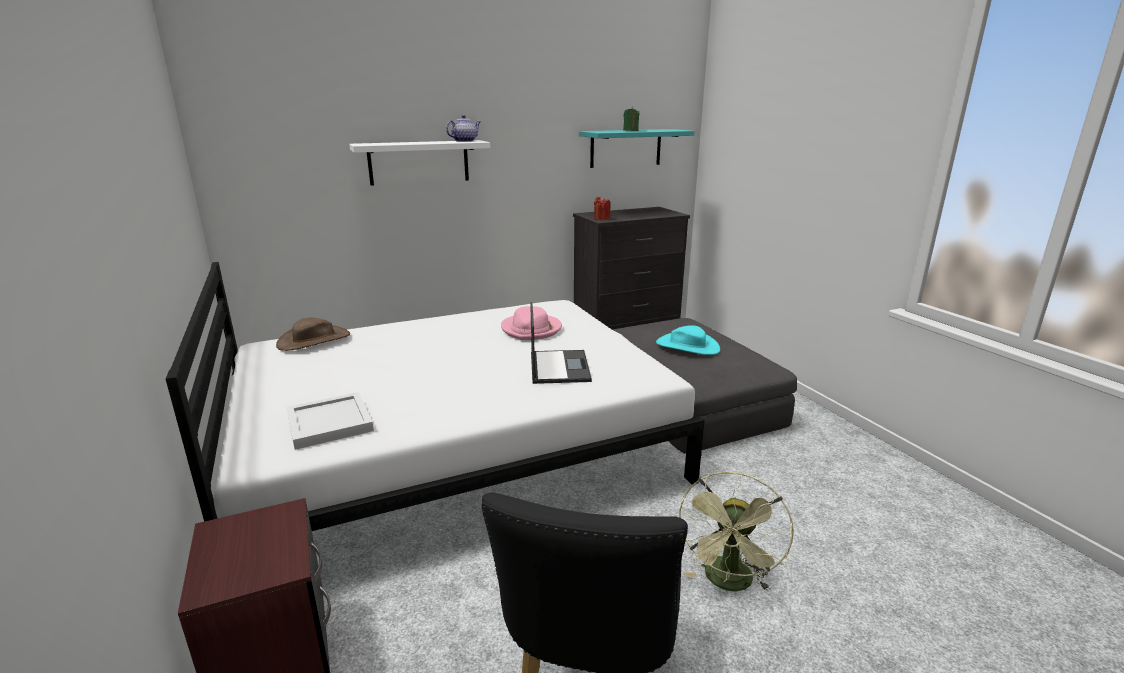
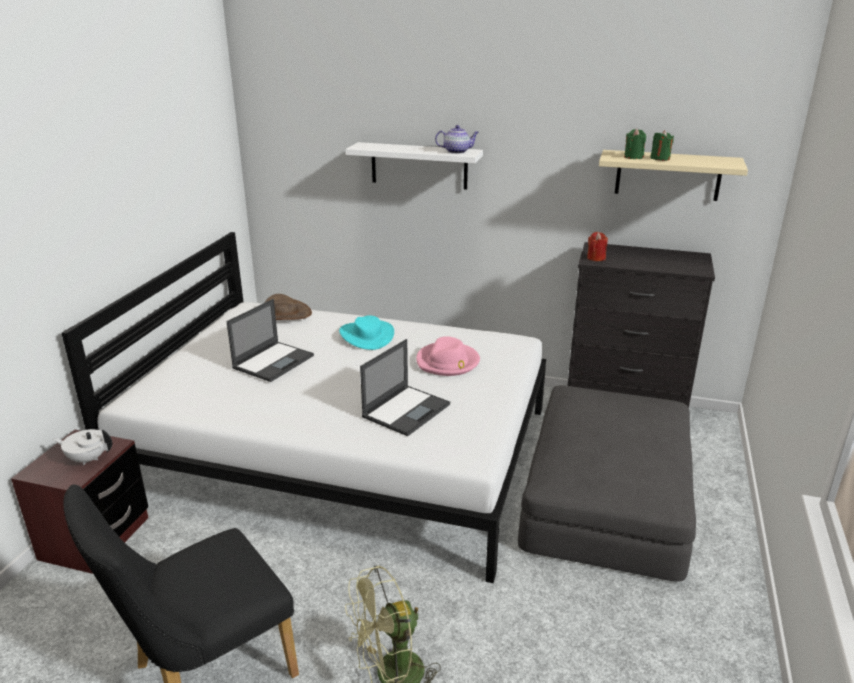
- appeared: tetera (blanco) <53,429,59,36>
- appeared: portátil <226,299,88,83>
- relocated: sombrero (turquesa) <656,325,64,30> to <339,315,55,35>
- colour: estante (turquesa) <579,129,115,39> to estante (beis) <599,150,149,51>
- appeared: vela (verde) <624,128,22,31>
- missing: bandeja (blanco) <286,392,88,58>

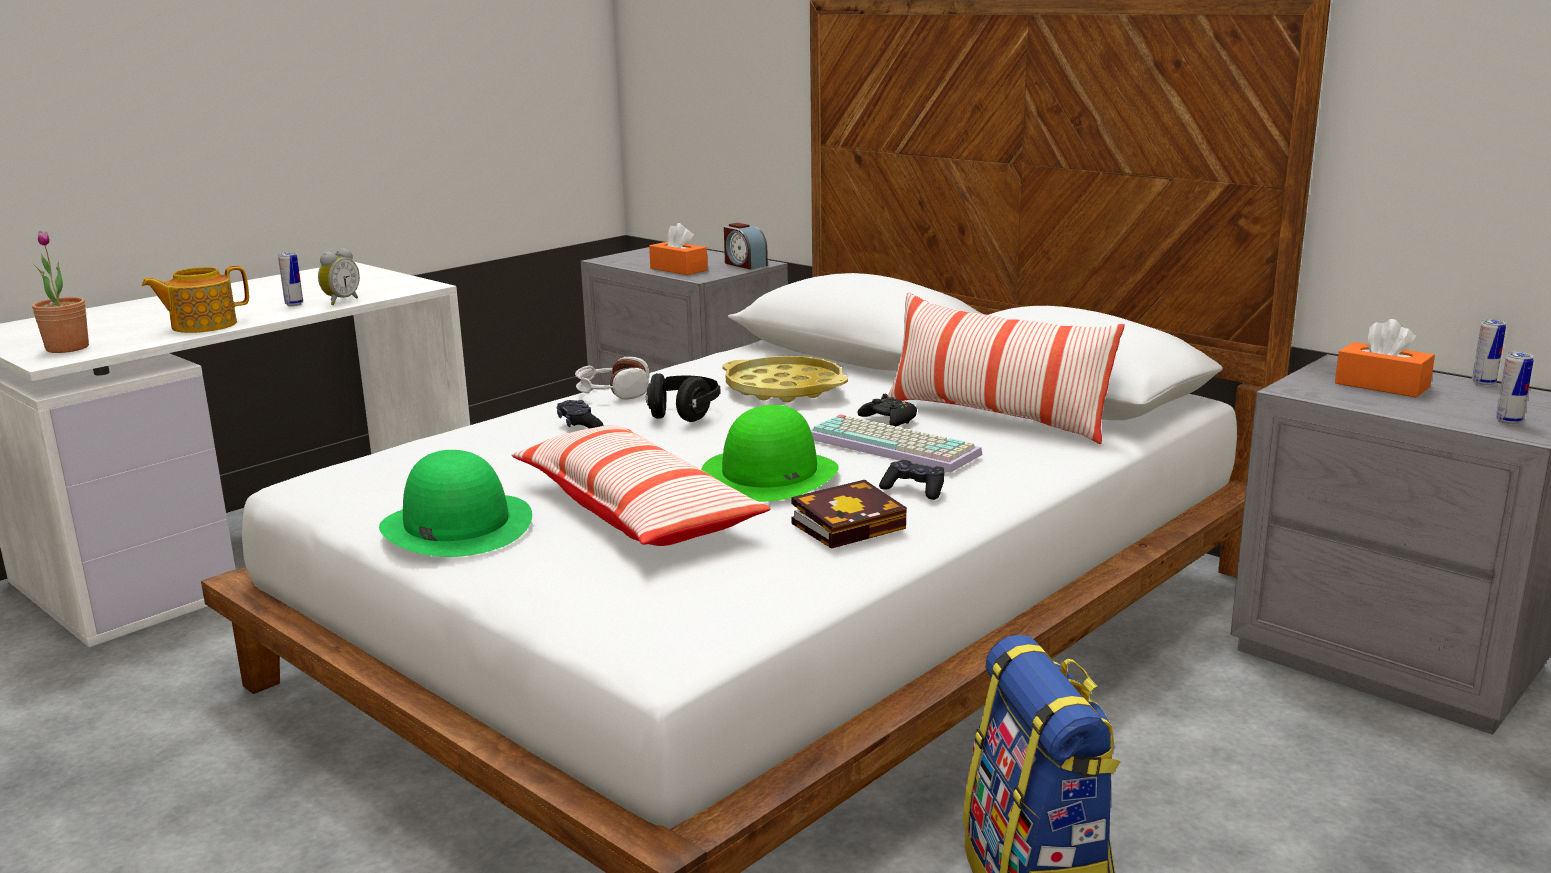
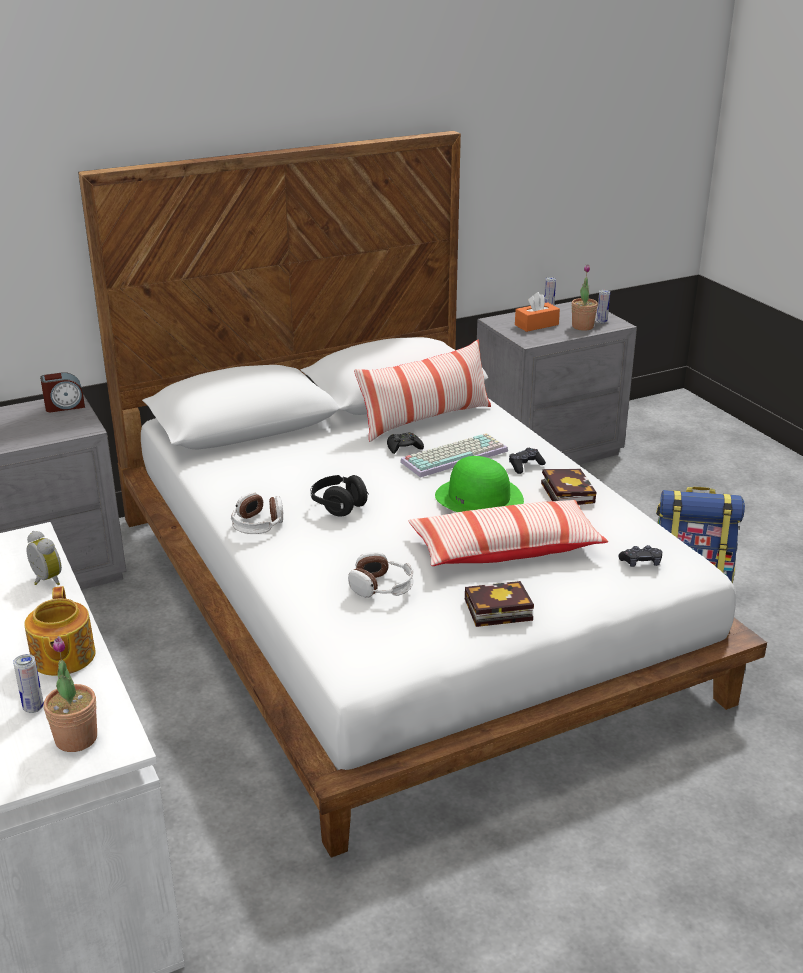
- relocated: lata <278,252,25,55> to <13,654,31,59>
- appeared: auriculares <348,552,66,46>
- exchanged: sombrero (verde) <379,450,153,107> to libro <465,581,69,46>
- appeared: planta en maceta <572,264,26,67>
- relocated: mando de consola (negro) <557,400,46,29> to <619,545,44,22>
- missing: caja de pañuelos (naranja) <649,223,59,52>
- missing: bandeja (amarillo) <722,356,126,47>

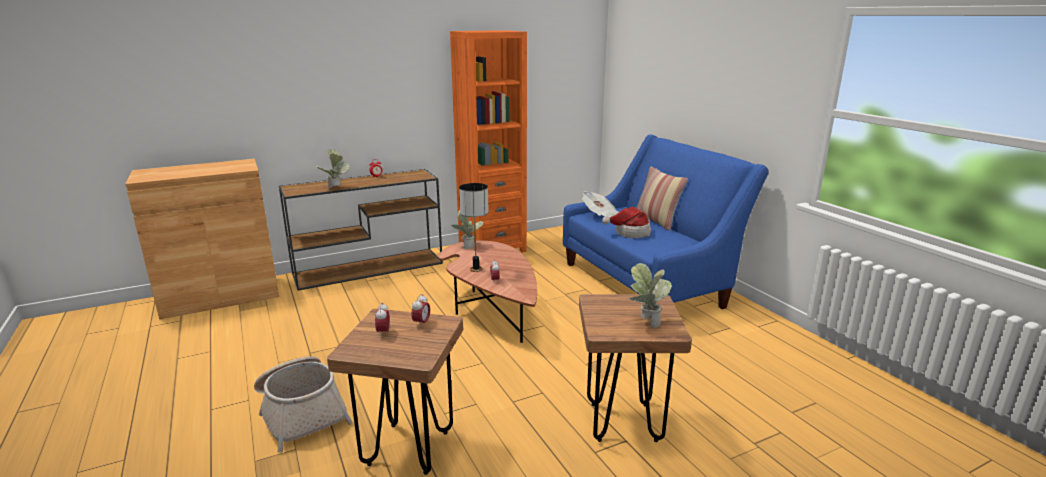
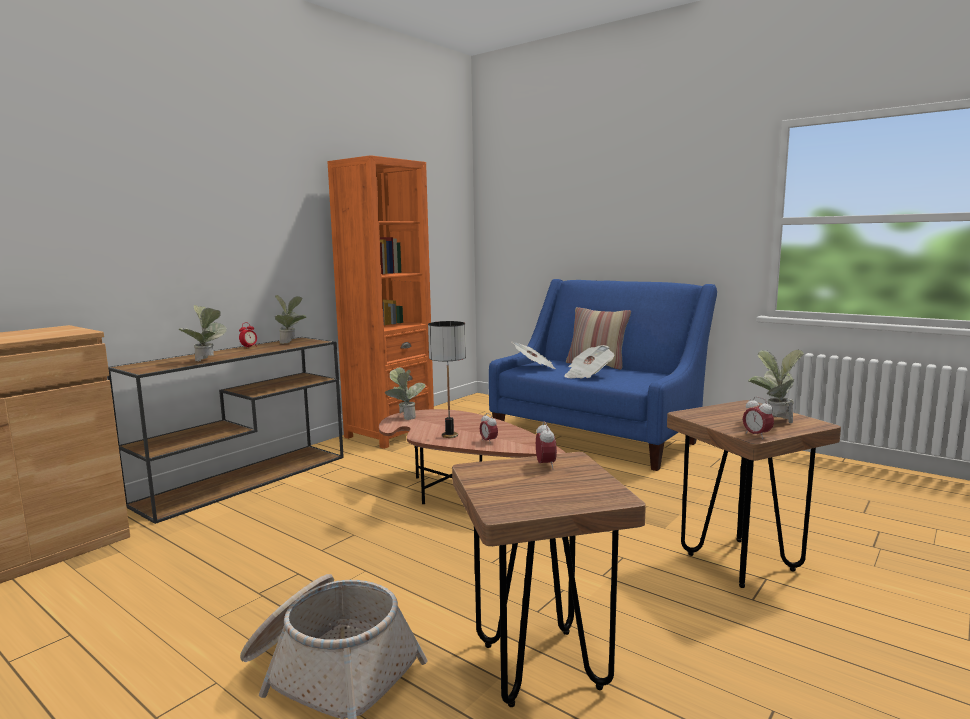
- appeared: planta en maceta <275,295,32,49>
- exchanged: sombrero <602,207,49,31> to periódico <564,345,50,33>
- relocated: despertador <375,303,15,32> to <743,397,31,42>

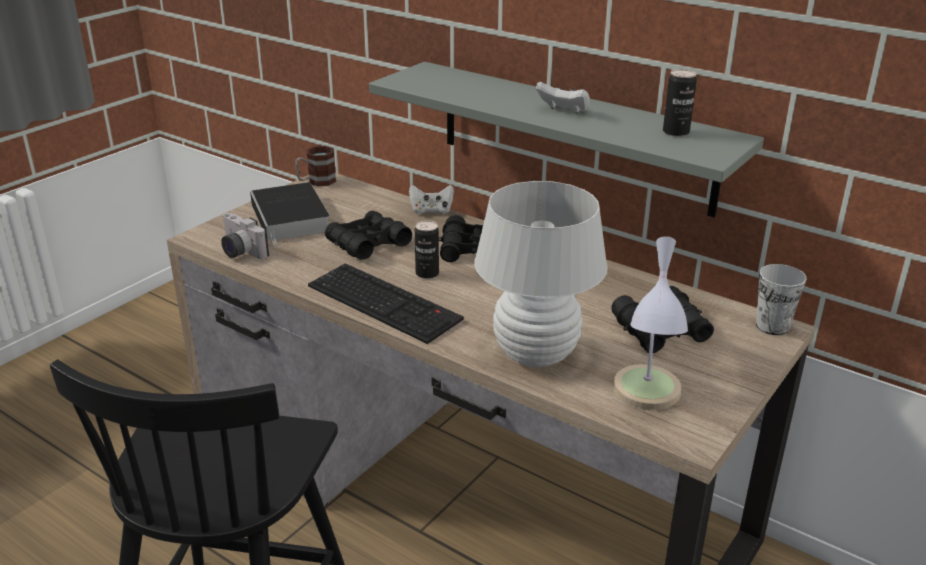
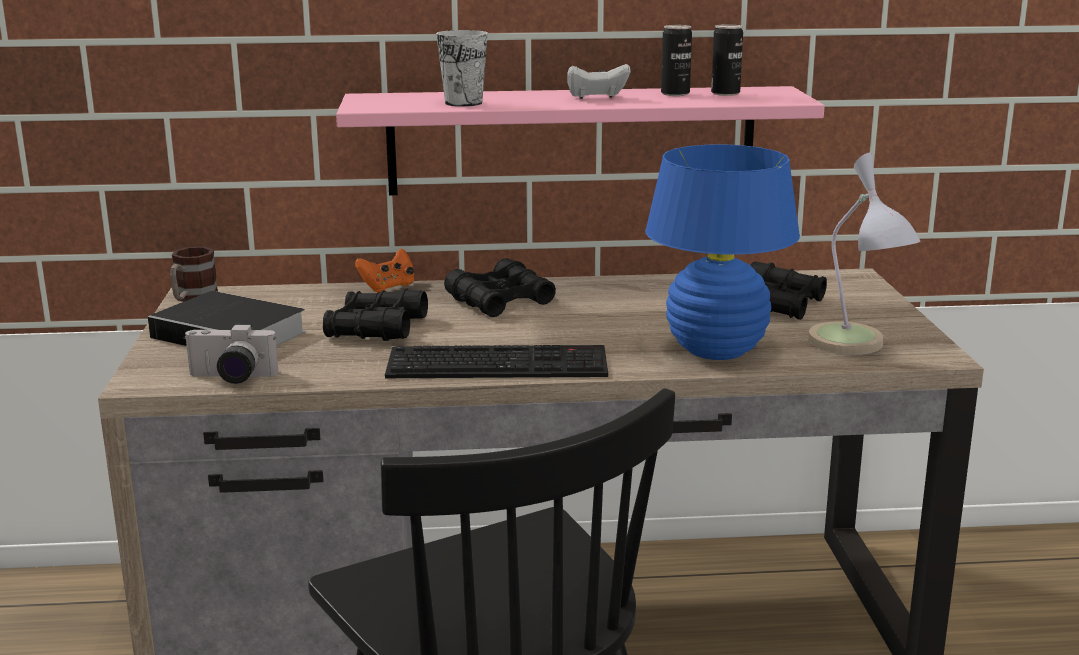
- colour: estante (gris) <369,62,395,156> to estante (rosa) <336,86,489,109>
- colour: mando de consola (blanco) <409,185,45,29> to mando de consola (naranja) <355,248,60,44>
- relocated: taza <756,264,51,71> to <436,30,52,77>
- colour: lámpara de mesa (blanco) <474,181,134,186> to lámpara de mesa (azul) <645,144,155,216>
- relocated: lata <415,220,24,59> to <661,25,31,71>

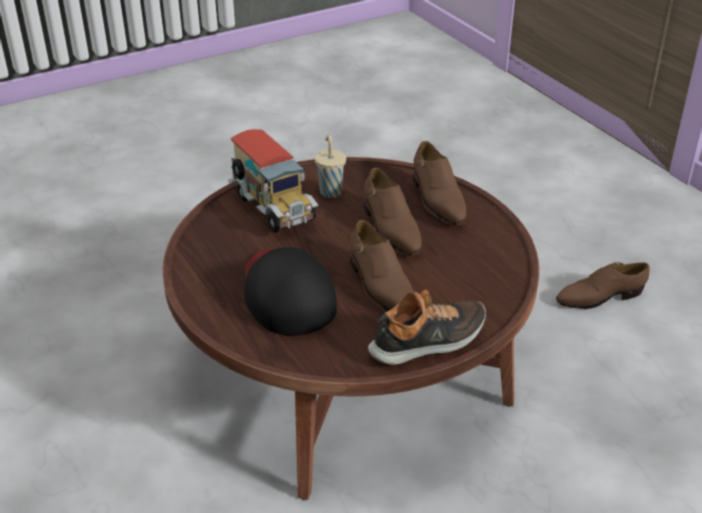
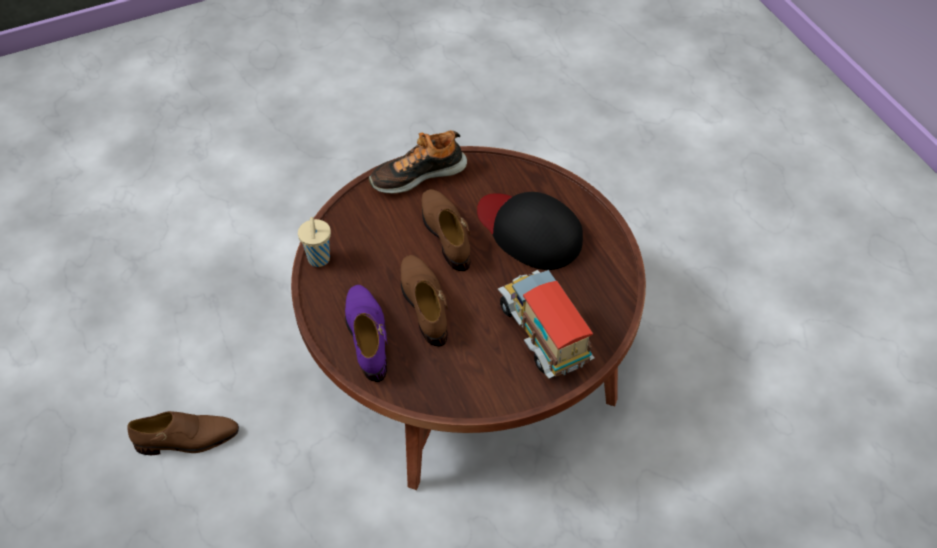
- relocated: taza (beis) <315,134,31,64> to <298,217,33,50>
- colour: zapato (marrón) <413,141,53,84> to zapato (morado) <345,285,43,97>
- spun: gorra (negro) <244,247,93,89> = <477,192,106,78> 150 degrees clockwise

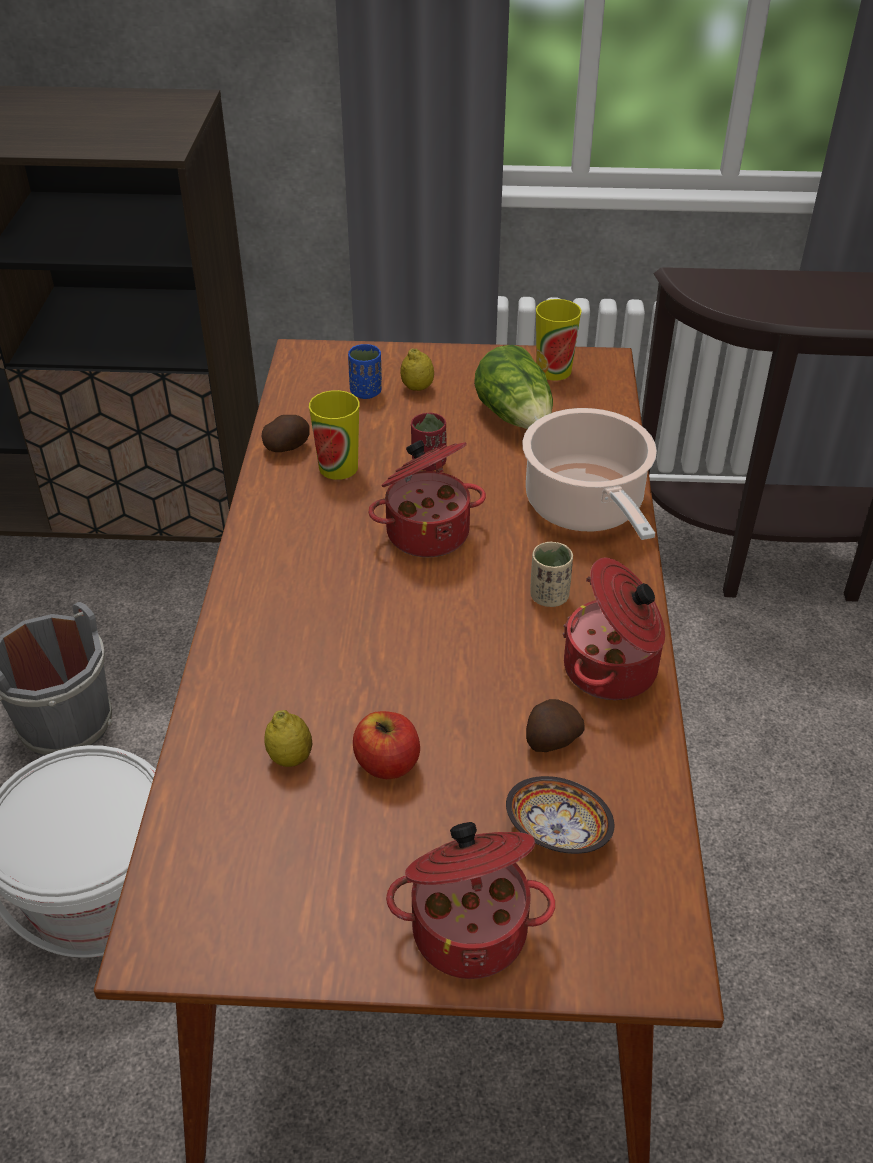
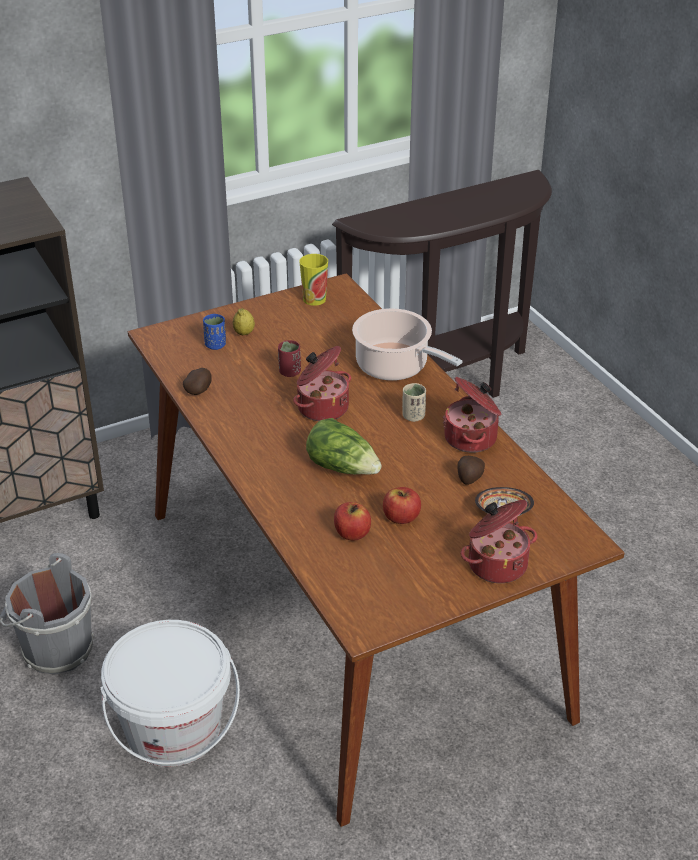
- relocated: lechuga <474,345,79,84> to <306,418,75,57>
- exchanged: limón <264,710,48,57> to manzana <334,502,37,38>
- missing: taza <309,390,51,90>

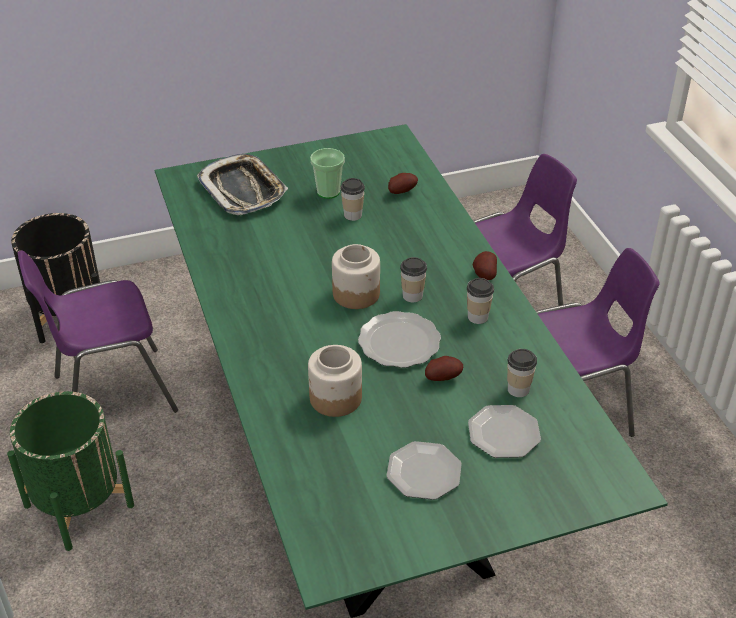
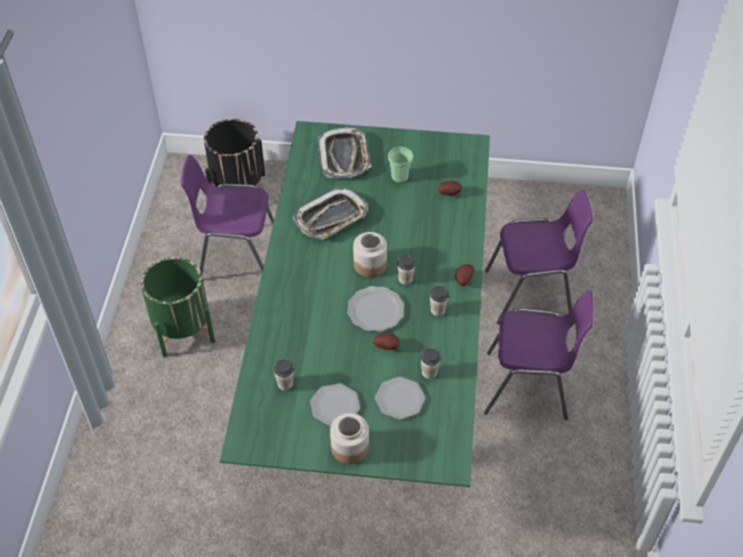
- relocated: taza <340,178,25,43> to <273,359,21,32>
- appeared: bandeja <293,187,75,52>
- relocated: tarro <308,345,54,72> to <330,413,39,51>

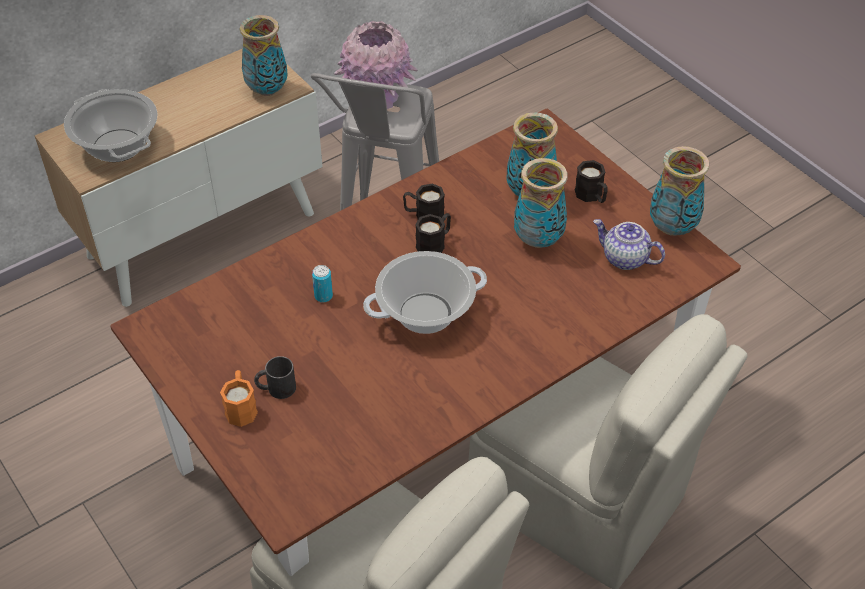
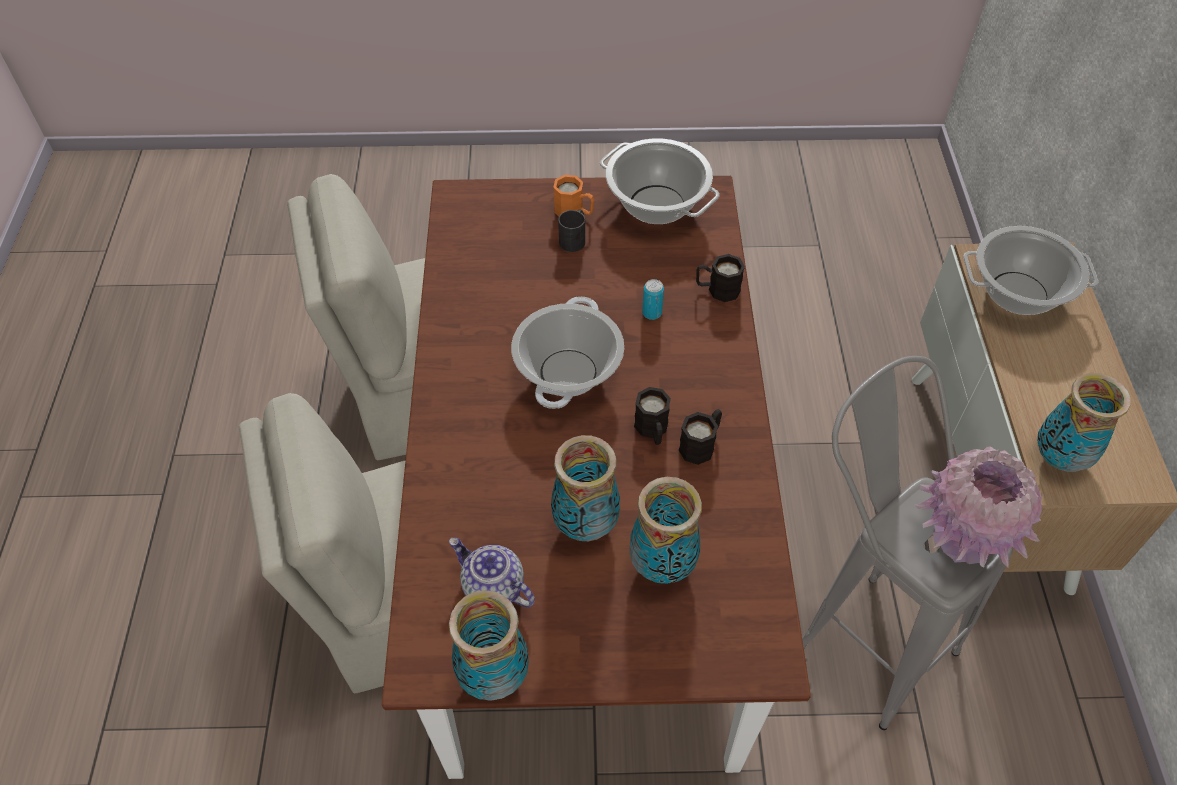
- spun: tetera <593,219,72,51> = <449,538,86,70> 120 degrees counterclockwise
- appeared: olla <600,139,120,85>
- relocated: taza grande (negro) <575,160,33,43> to <696,254,49,48>

